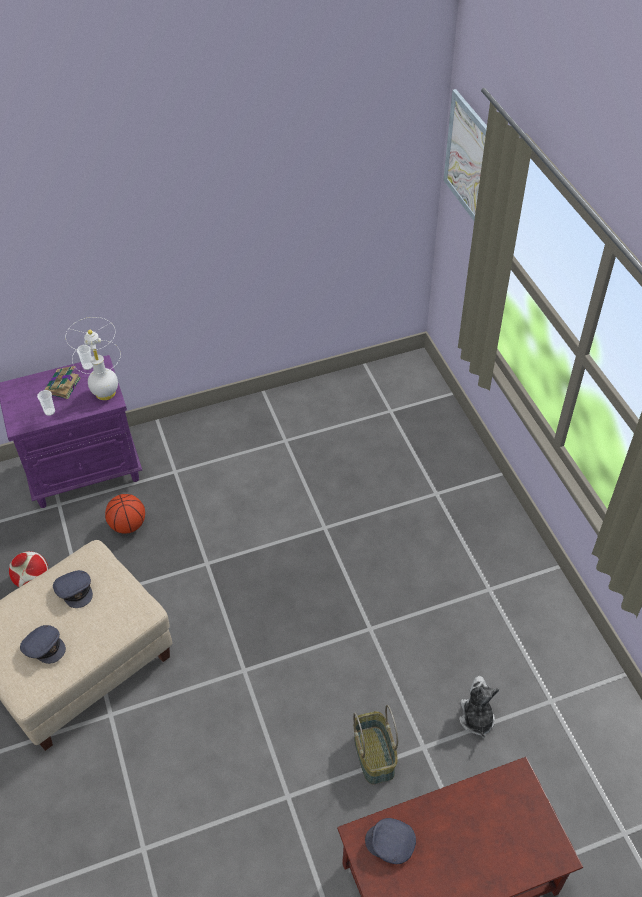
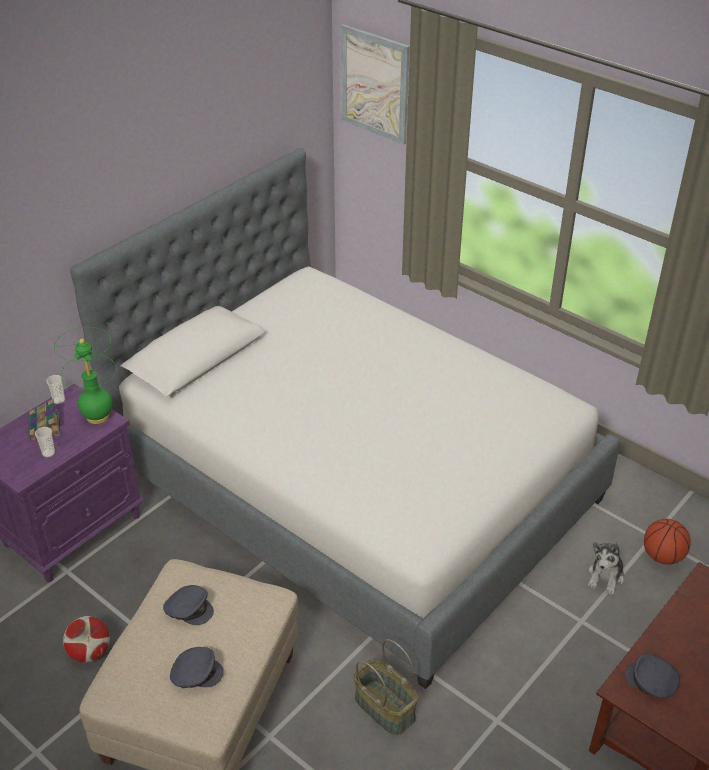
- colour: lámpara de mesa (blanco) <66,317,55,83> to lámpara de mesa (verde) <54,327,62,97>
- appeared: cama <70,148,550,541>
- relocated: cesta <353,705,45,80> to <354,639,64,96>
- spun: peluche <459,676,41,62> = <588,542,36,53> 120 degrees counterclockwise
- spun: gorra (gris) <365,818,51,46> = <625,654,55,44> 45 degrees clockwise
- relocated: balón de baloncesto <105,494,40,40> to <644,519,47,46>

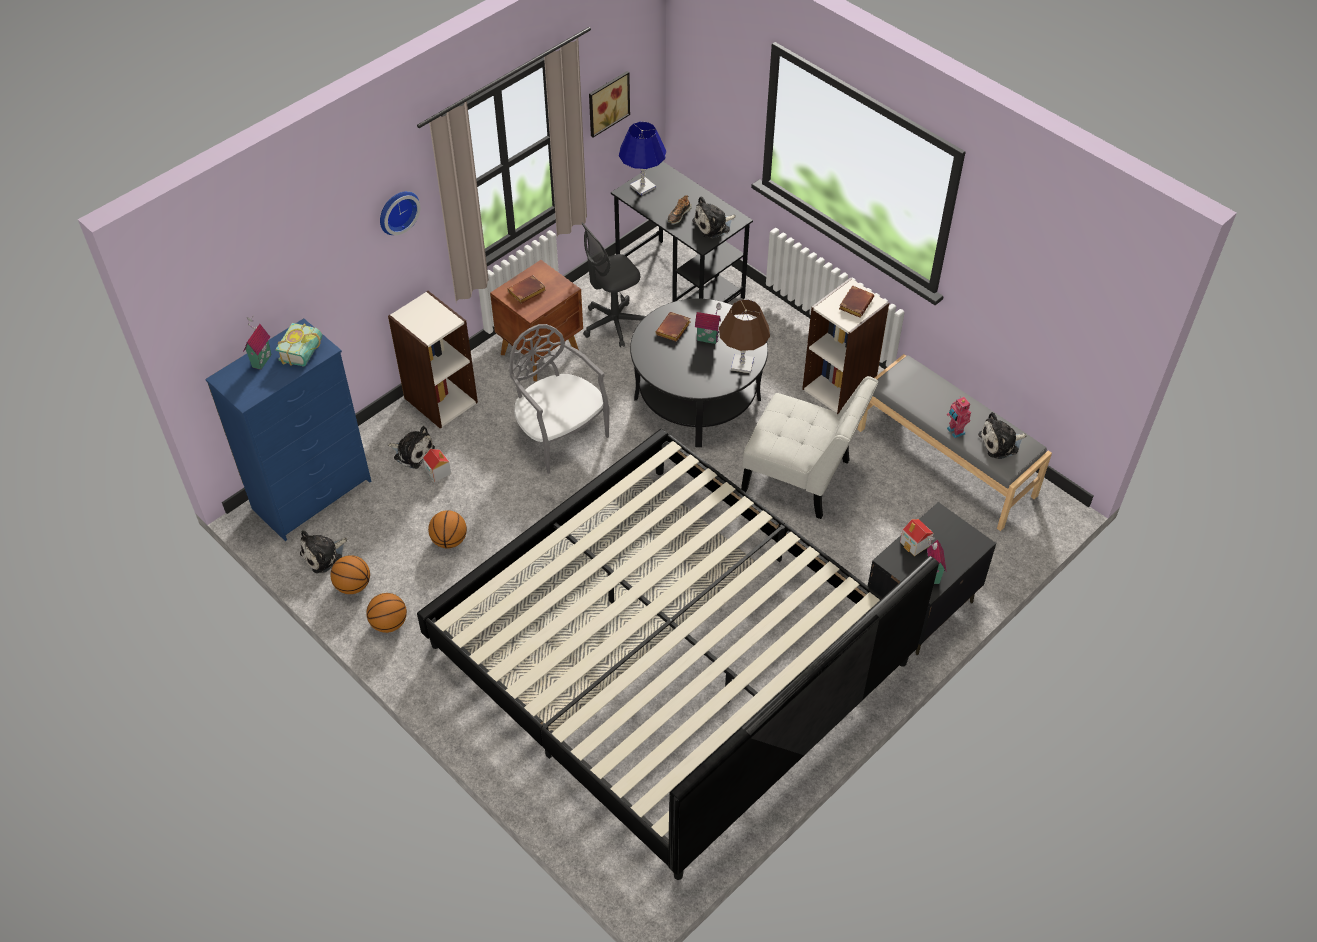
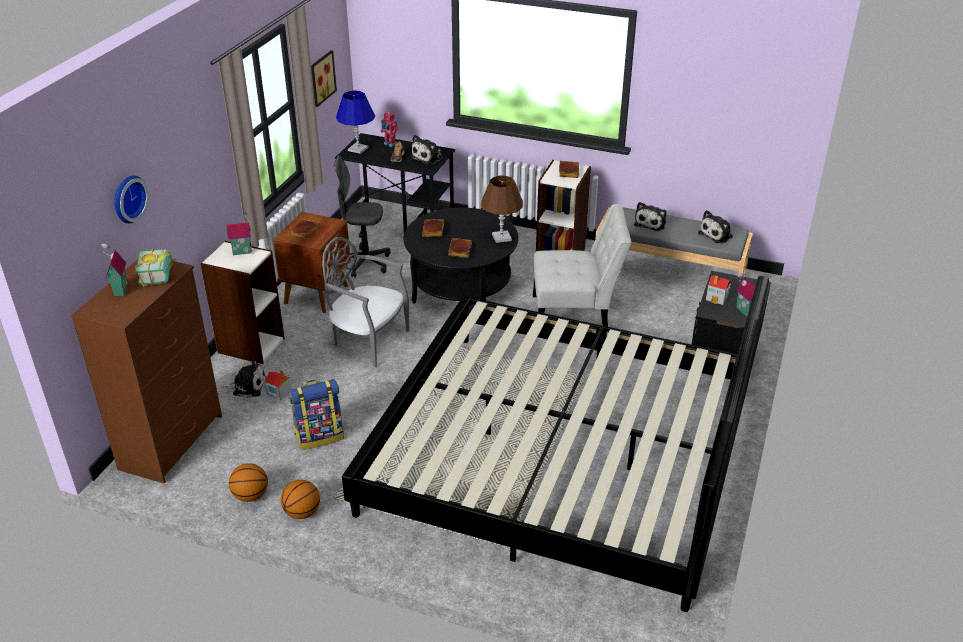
- colour: cómoda (azul) <205,318,166,223> to cómoda (marrón) <71,259,151,225>
- relocated: reloj de pared <380,191,40,44> to <114,175,35,48>
- relocated: casita <695,303,26,41> to <226,212,27,43>
- exchanged: balón de baloncesto <428,510,39,38> to mochila <290,379,54,71>
- spun: silla de oficina (gris) <582,223,64,124> = <334,155,56,123> 60 degrees clockwise
- relocated: robot de juguete <947,396,24,42> to <381,111,17,36>
- appeared: libro (marrón) <448,238,24,20>
- relocated: peluche <300,530,47,43> to <634,202,33,29>

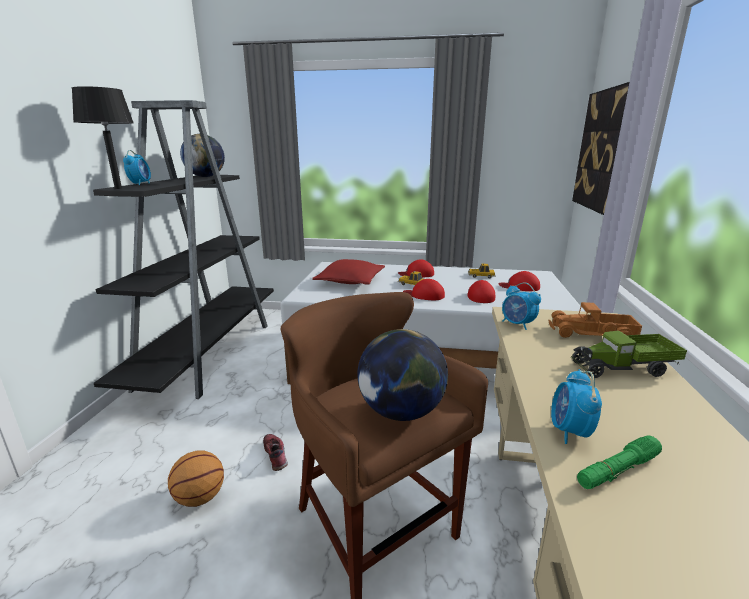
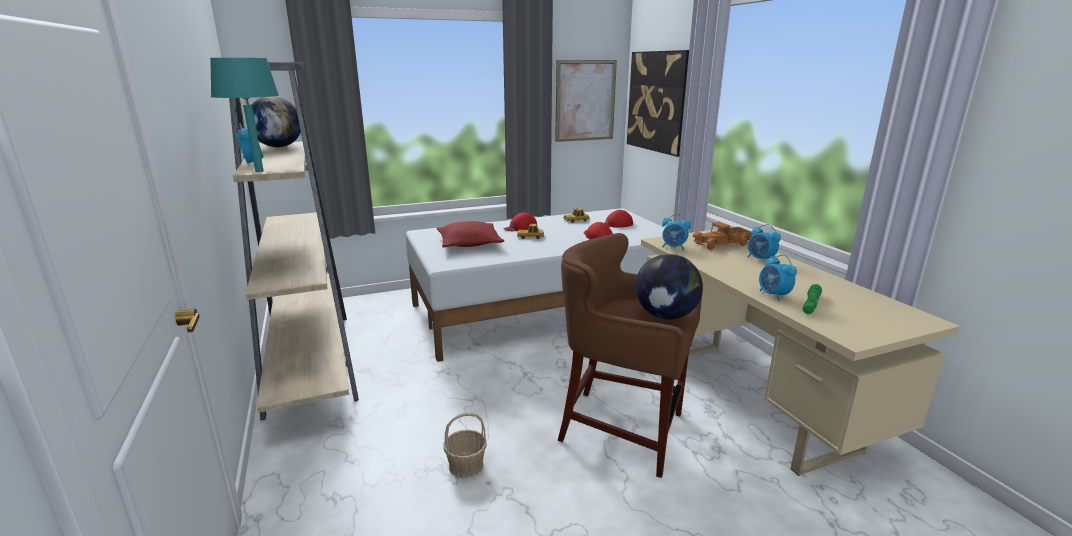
- colour: lámpara de mesa (negro) <72,86,62,103> to lámpara de mesa (turquesa) <210,58,69,114>
- colour: estantería (negro) <93,100,181,299> to estantería (beis) <229,62,130,358>
- exchanged: balón de baloncesto <168,451,56,56> to cesta <444,413,43,65>
- appeared: cuadro <555,60,62,82>
- exchanged: camión de juguete <571,331,116,47> to despertador <748,224,33,37>
- missing: zapato <263,434,25,37>
- missing: gorra (rojo) <403,279,42,21>

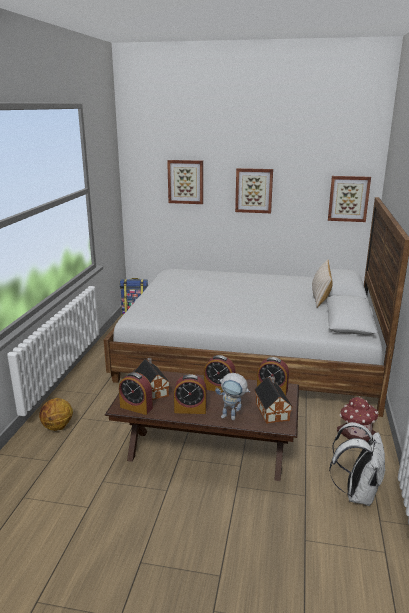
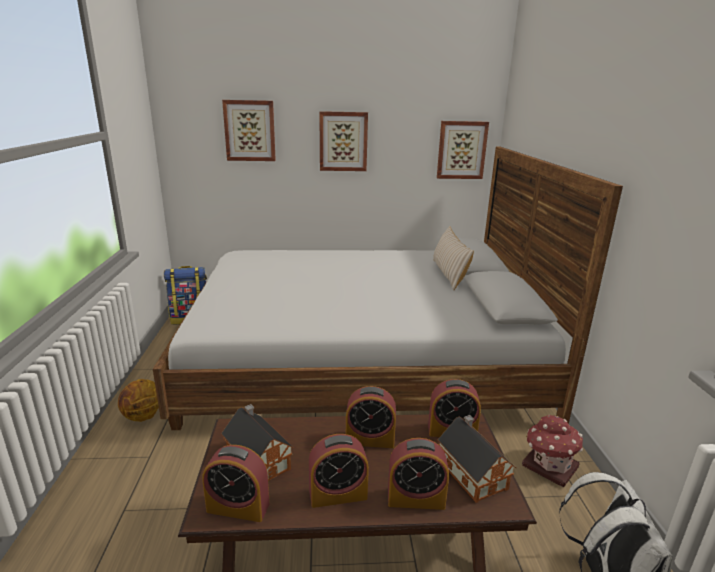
- relocated: balón de baloncesto <39,398,34,33> to <118,379,41,43>
- exchanged: robot de juguete <215,373,36,47> to despertador <388,438,61,72>

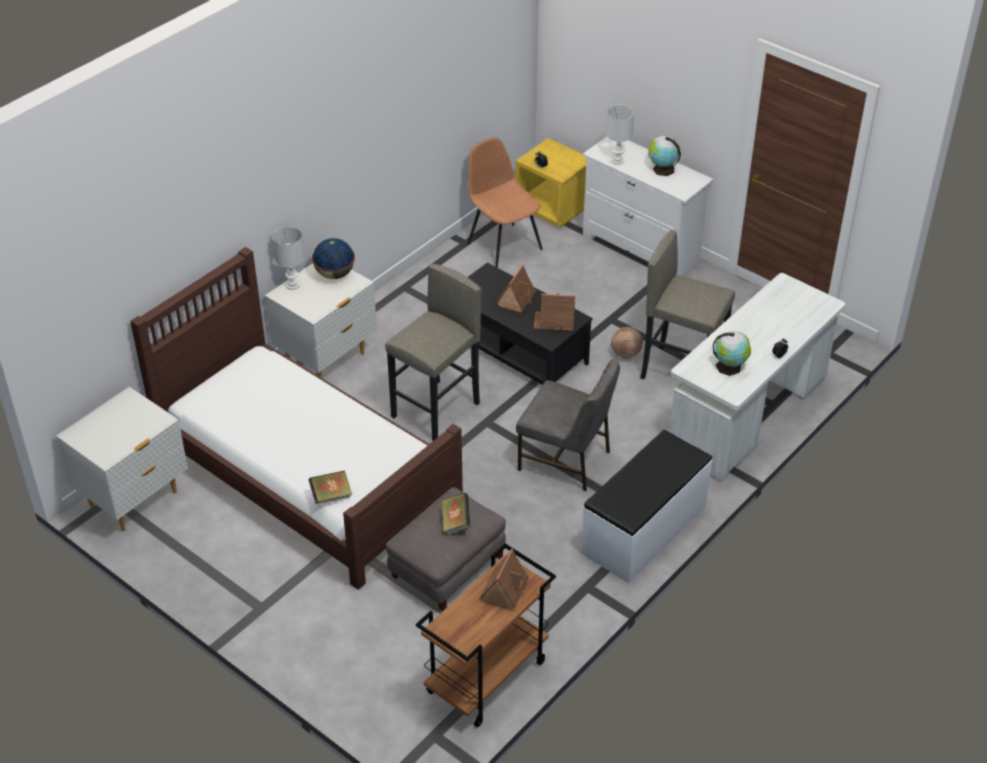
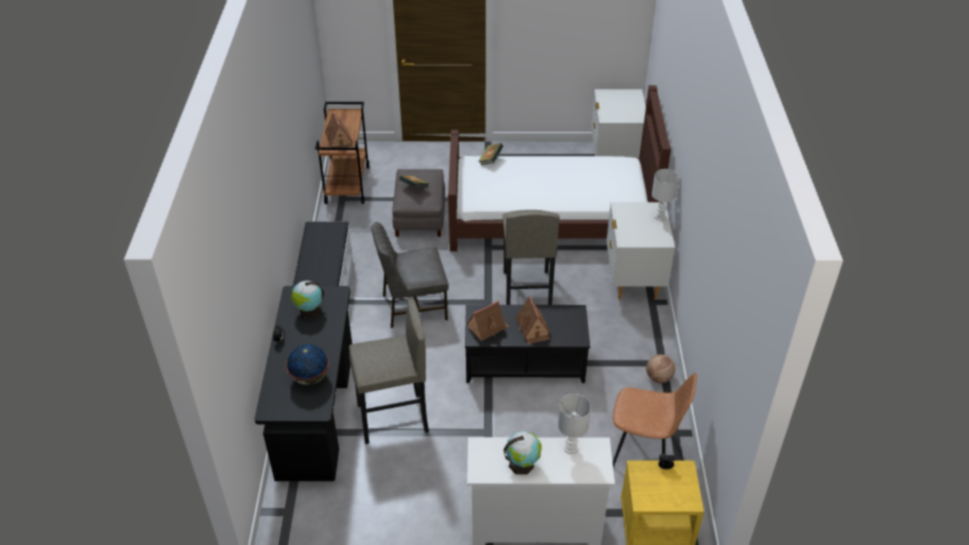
- colour: escritorio (blanco) <670,273,175,207> to escritorio (negro) <255,286,97,195>
- relocated: globo terráqueo <312,238,43,41> to <286,344,43,41>
- relocated: balón de baloncesto <611,327,32,31> to <646,354,29,29>

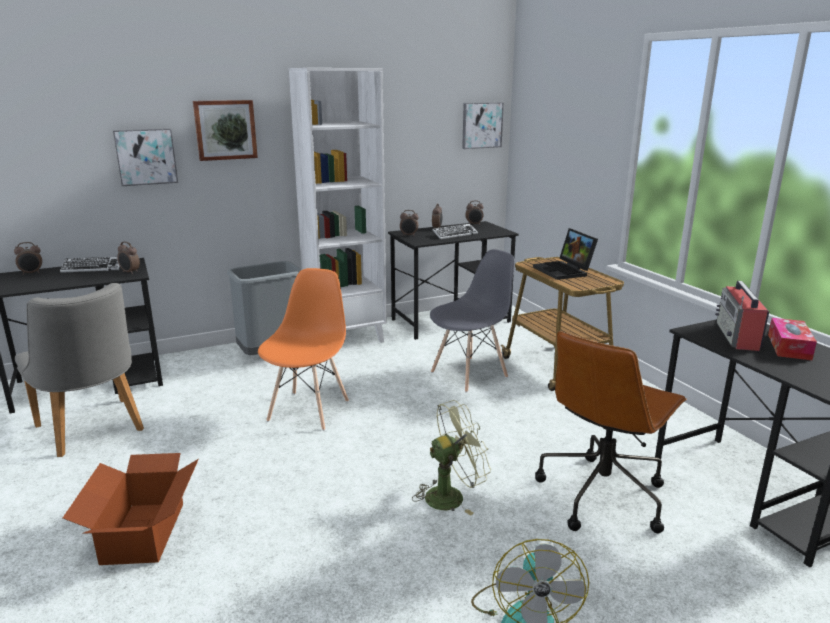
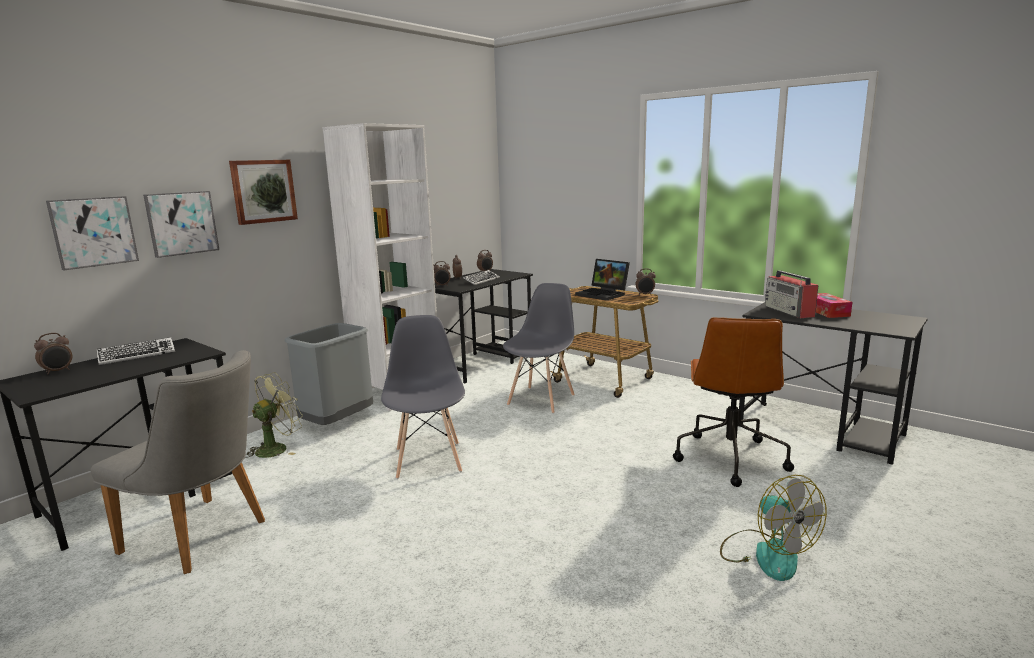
- relocated: cuadro <462,102,42,47> to <46,196,93,74>
- relocated: ventilador (verde) <412,400,79,115> to <245,372,58,86>
- colour: silla (naranja) <258,268,91,163> to silla (gris) <381,315,84,164>
- relocated: despertador <117,241,23,34> to <636,268,20,27>
- missing: caja de cartón <63,453,136,112>

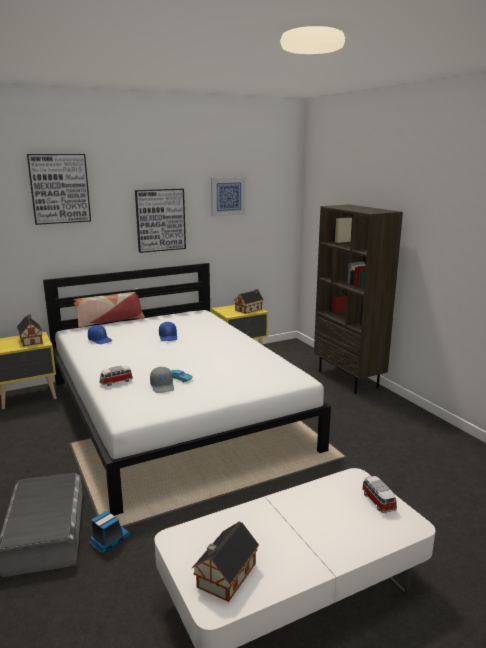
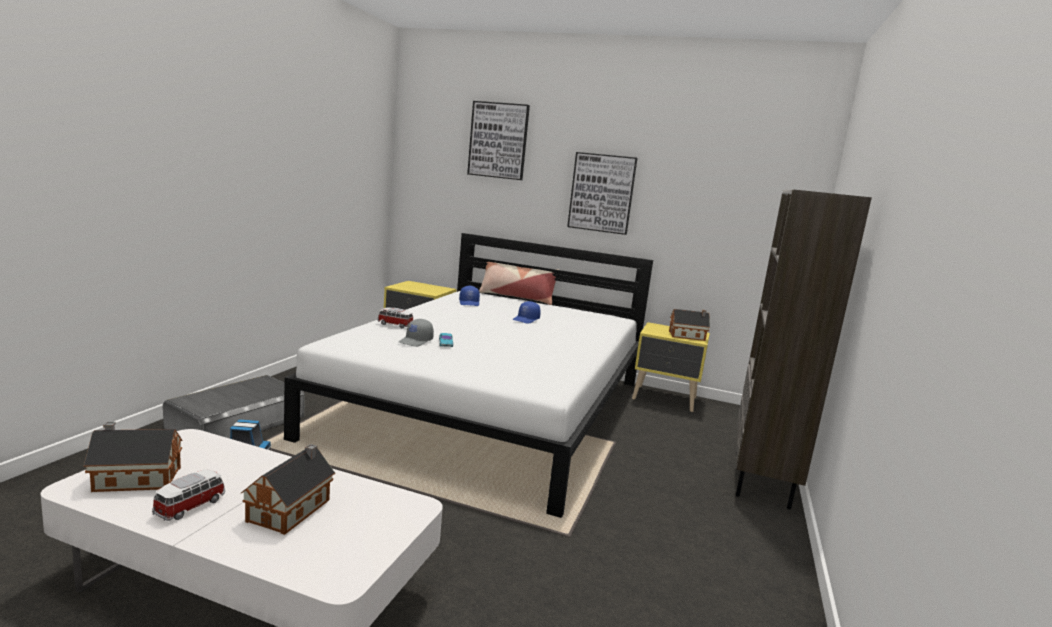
- relocated: coche de juguete <362,476,35,37> to <152,469,73,52>
- relocated: casita <17,314,26,33> to <241,444,94,91>
- missing: cuadro <211,177,35,39>

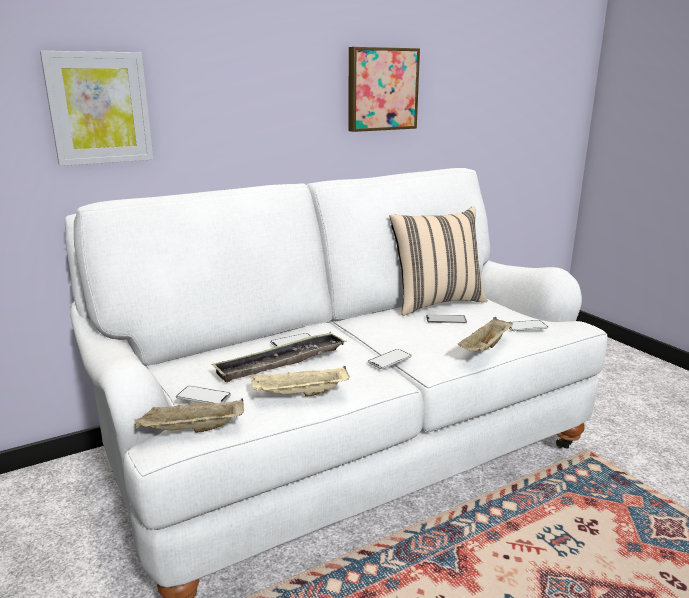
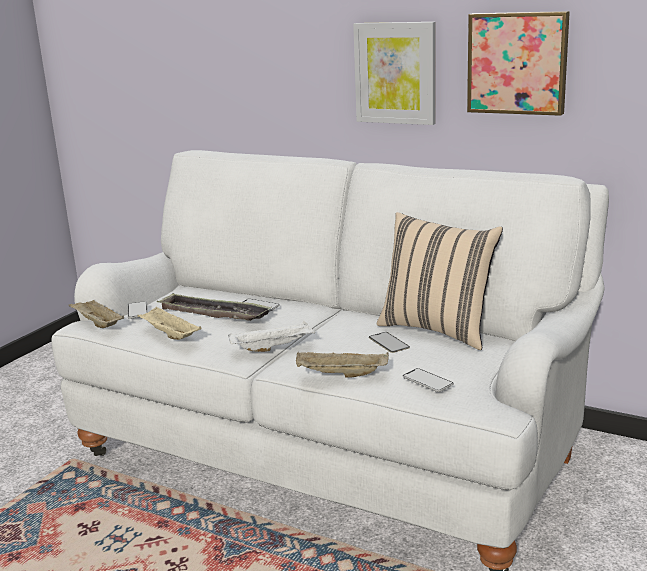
- exchanged: móvil <368,349,44,20> to bandeja (blanco) <228,321,87,31>
- relocated: cuadro <40,51,113,115> to <353,22,82,103>

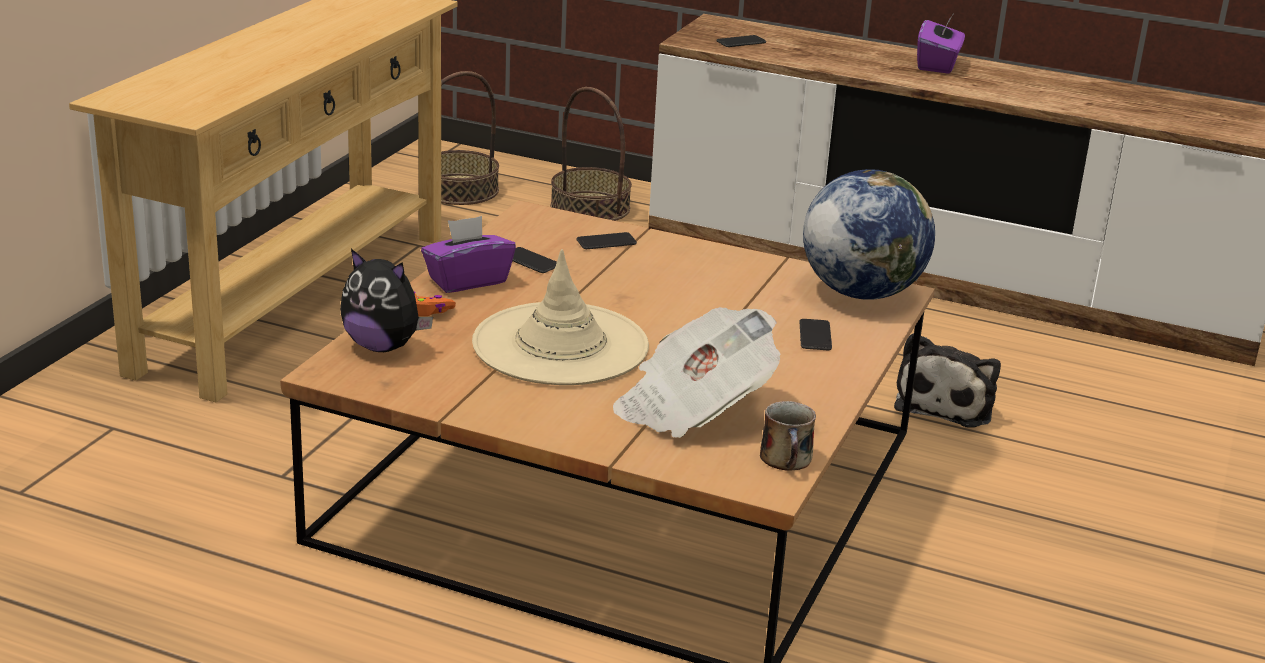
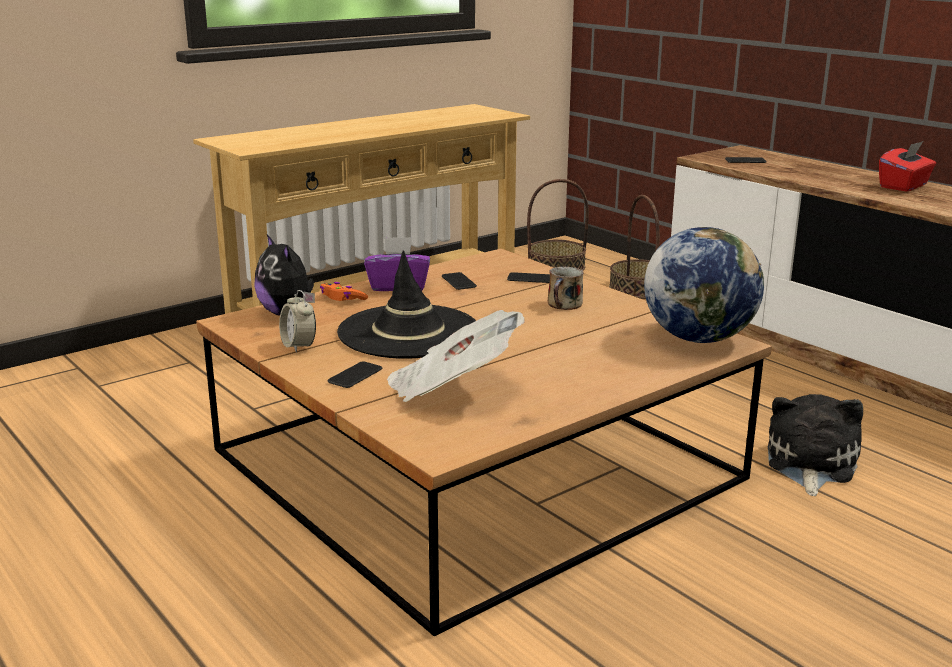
- appeared: despertador <279,290,37,63>
- relocated: móvil <799,319,33,31> to <328,361,54,27>
- colour: sombrero (beis) <472,249,177,136> to sombrero (negro) <337,250,139,109>
- relocated: taza grande <760,401,56,70> to <548,266,36,44>
- spun: peluche <894,333,107,95> = <768,394,95,102> 150 degrees clockwise
- colour: caja de pañuelos (morado) <917,13,48,61> to caja de pañuelos (rojo) <879,141,57,51>

